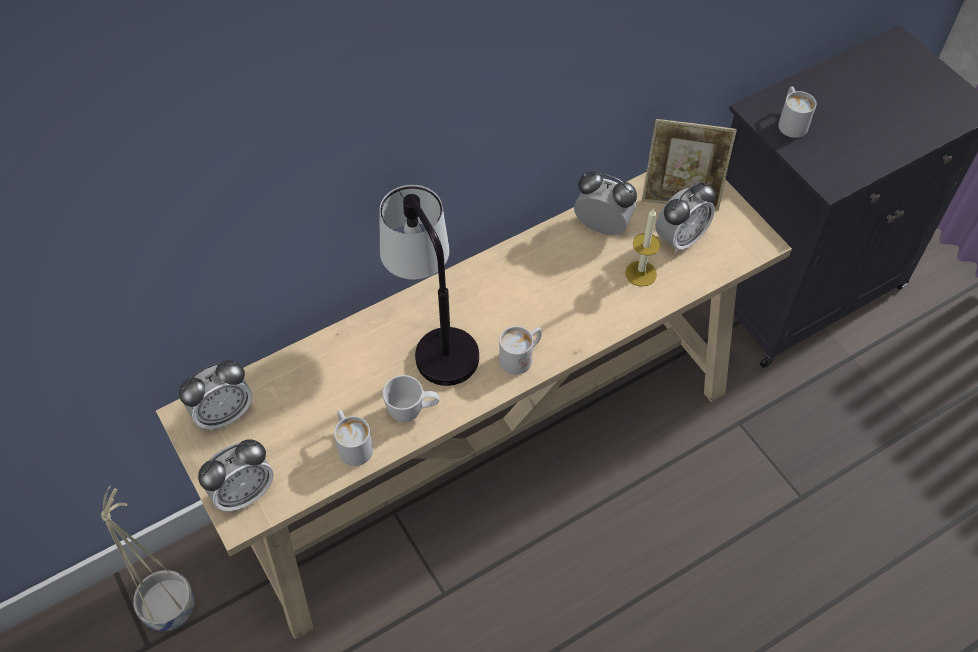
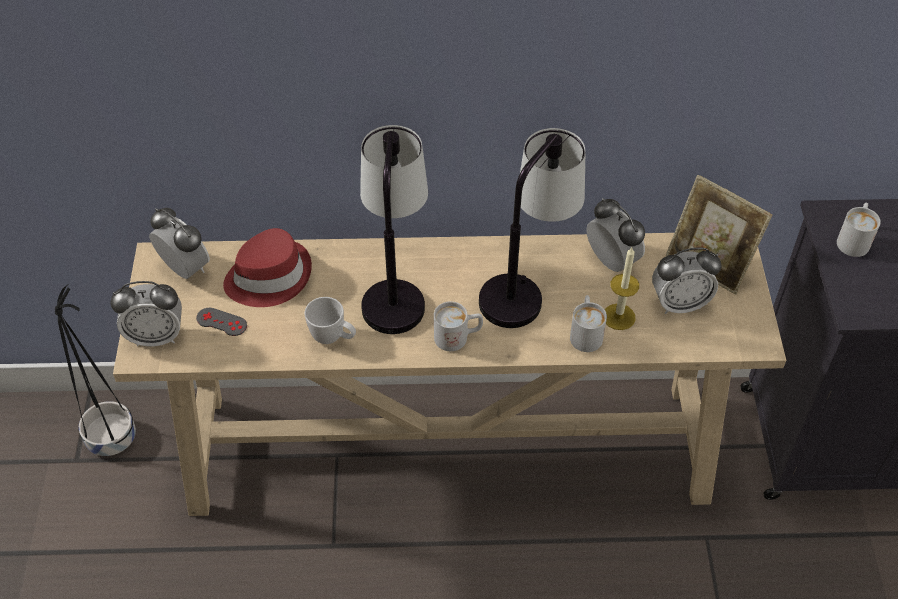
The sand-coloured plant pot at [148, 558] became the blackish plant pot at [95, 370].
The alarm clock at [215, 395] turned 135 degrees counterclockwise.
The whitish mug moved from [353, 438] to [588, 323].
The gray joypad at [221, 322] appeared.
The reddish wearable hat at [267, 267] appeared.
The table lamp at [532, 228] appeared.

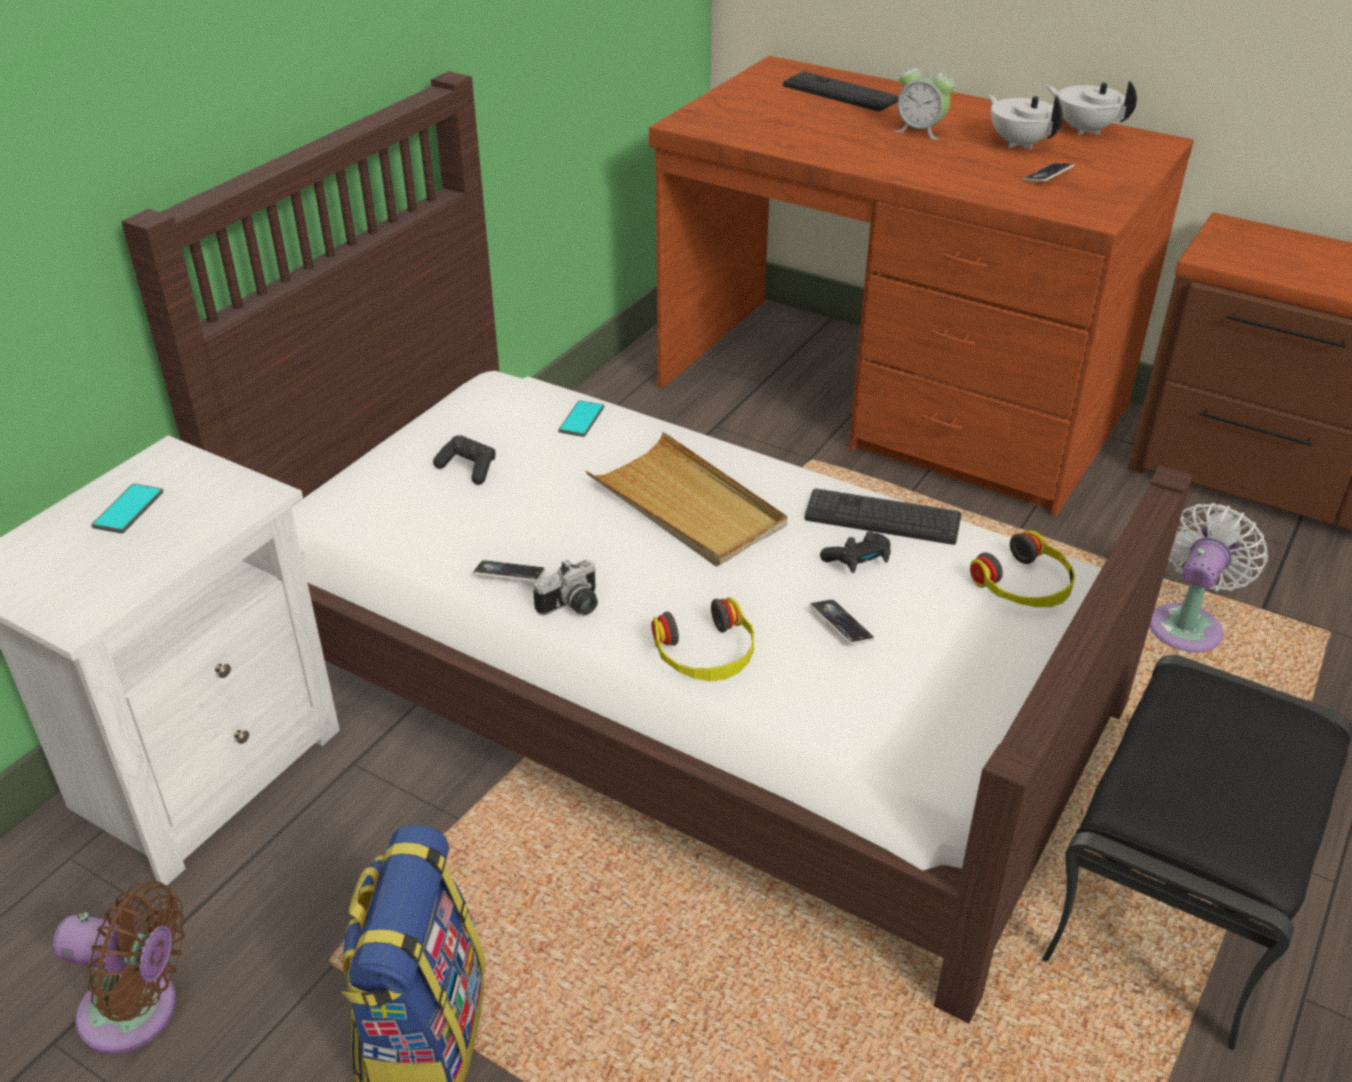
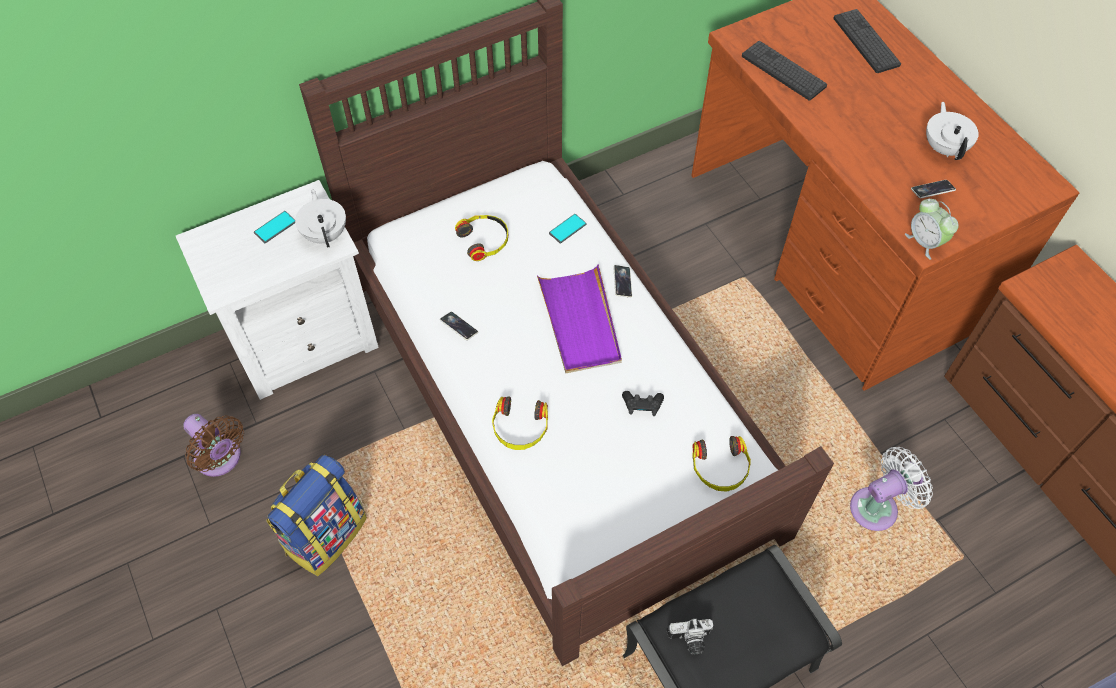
The blackish joypad at [464, 460] was replaced by the pair of headphones at [481, 238].
The still camera moved from [565, 587] to [690, 636].
The sand-coloured serving tray at [687, 499] became the purple-coloured serving tray at [579, 318].
The computer keyboard moved from [883, 516] to [784, 71].
The telephone moved from [841, 622] to [622, 281].
The alarm clock moved from [924, 100] to [932, 229].
The whitish tea pot moved from [1091, 108] to [320, 219].

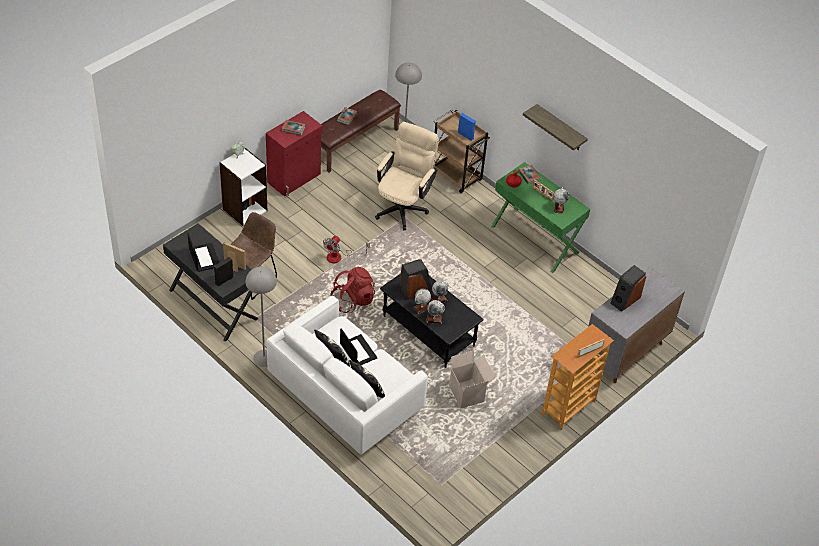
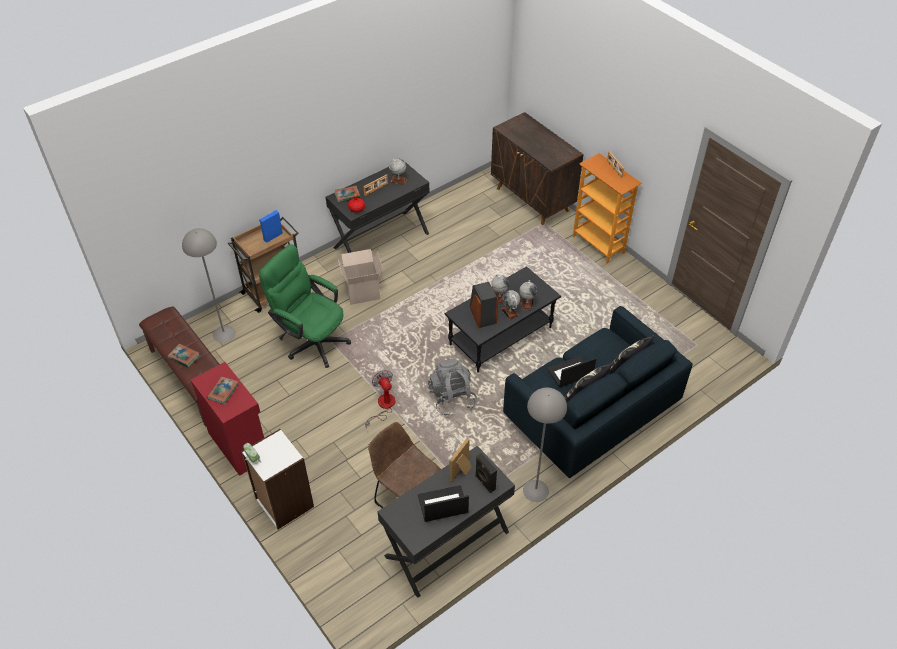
The whitish sofa at [347, 375] became the blue sofa at [598, 392].
The electric fan at [346, 249] turned 150 degrees counterclockwise.
The reddish backpack at [352, 290] became the gray backpack at [452, 387].
The sand-coloured office chair at [407, 176] became the green office chair at [305, 306].
The cardboard box moved from [472, 379] to [360, 277].
The green desk unit at [540, 217] became the blackish desk unit at [378, 206].
The bracket shelf at [555, 127] disappeared.
The gray storage cabinet at [636, 325] became the brownish storage cabinet at [537, 168].
The loudspeaker at [628, 288] disappeared.

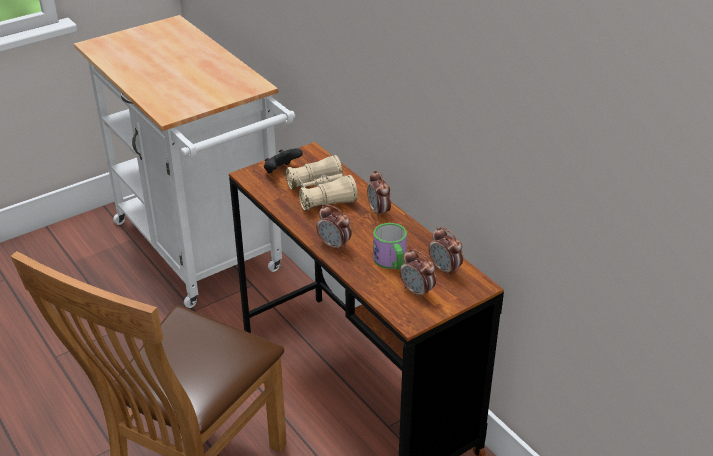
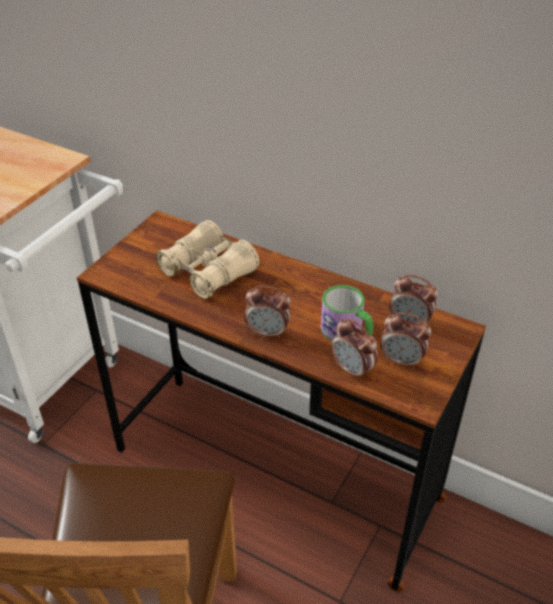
The blackish joypad at [283, 160] disappeared.
The alarm clock moved from [379, 194] to [354, 350].

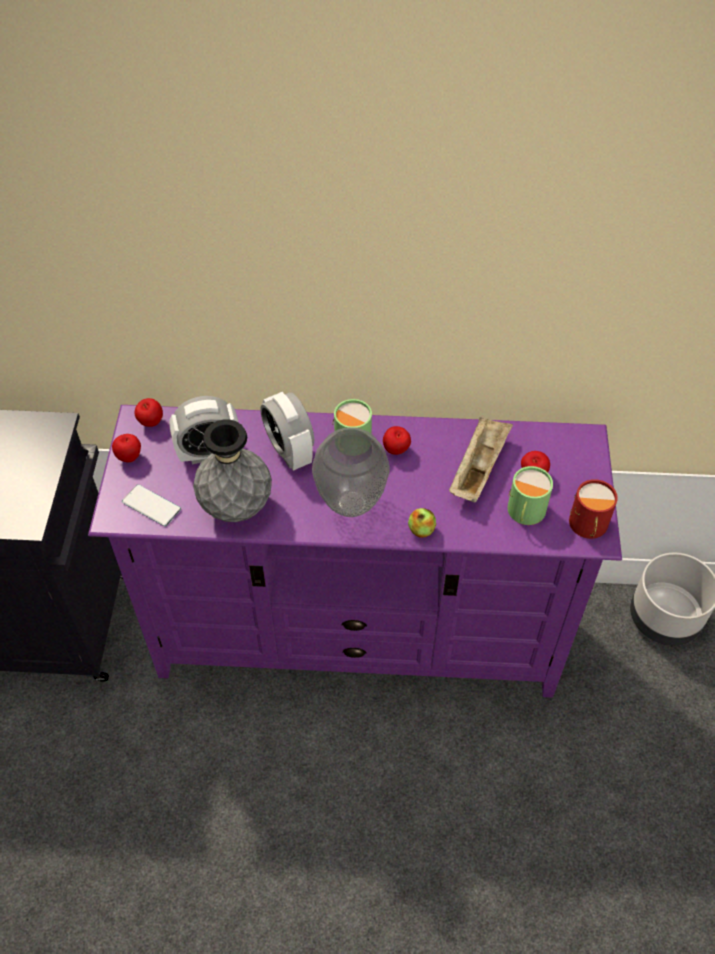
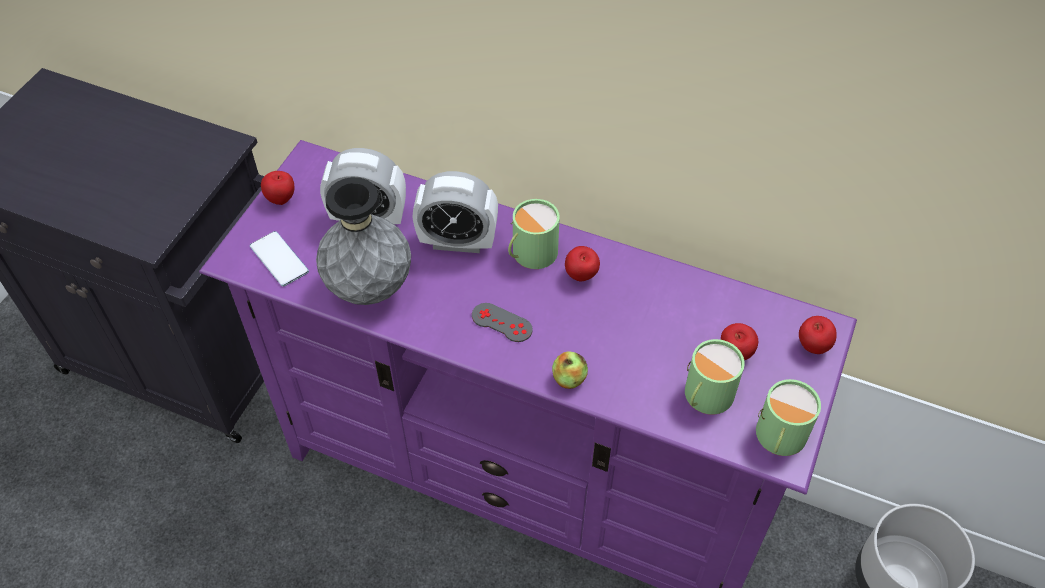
The apple fruit moved from [149, 412] to [818, 335].
The alarm clock at [287, 431] turned 75 degrees counterclockwise.
The decorative vase at [351, 472] was replaced by the gray joypad at [502, 322].
The sand-coloured serving tray at [481, 460] disappeared.
The reddish mug at [593, 509] became the green mug at [788, 417].

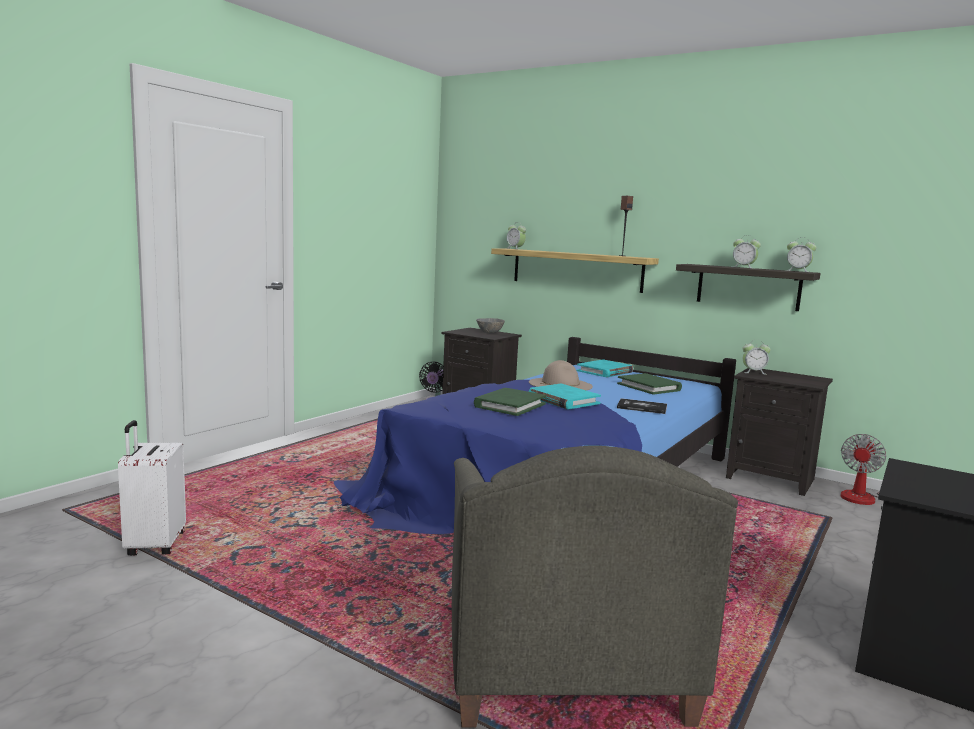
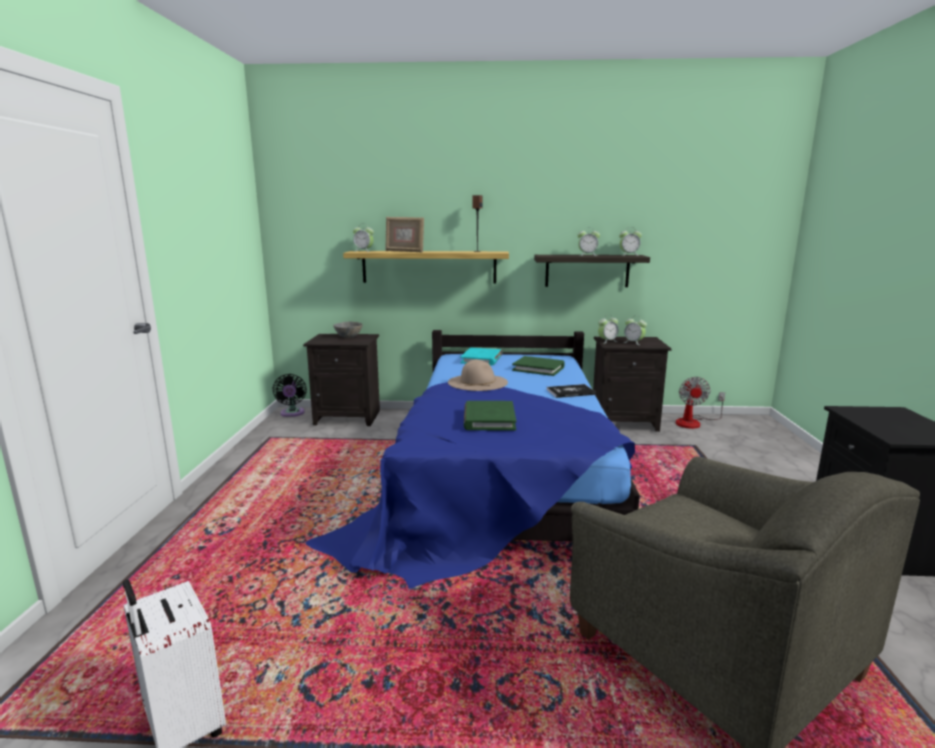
The turquoise-coloured bound book at [565, 396] disappeared.
The standing frame at [404, 234] appeared.
The alarm clock at [635, 330] appeared.

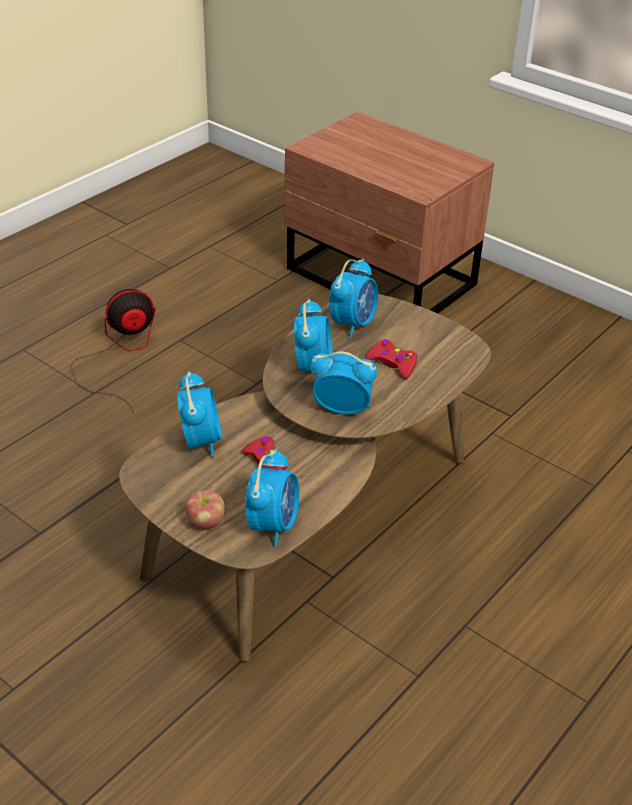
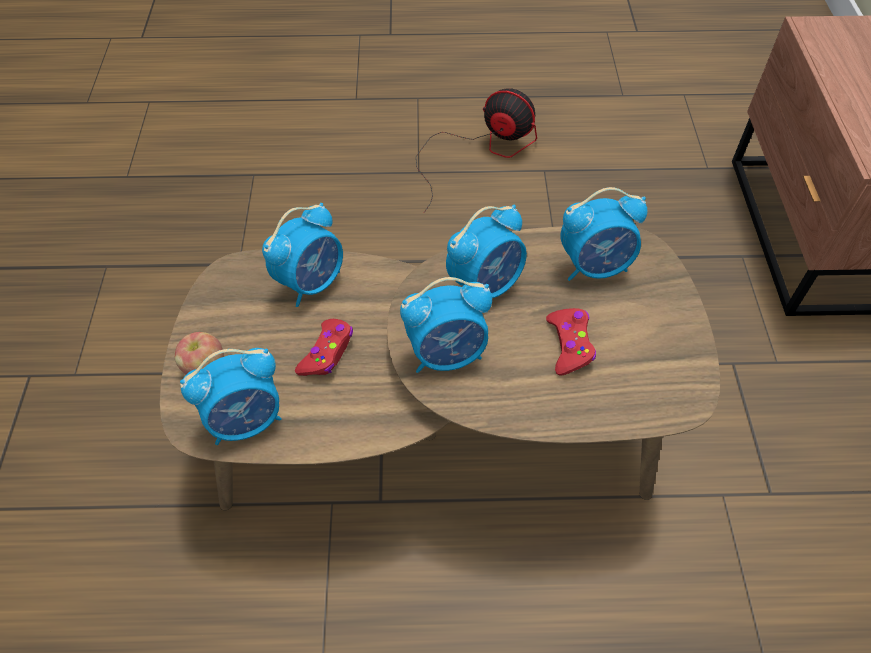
The alarm clock at [343, 383] turned 105 degrees clockwise.

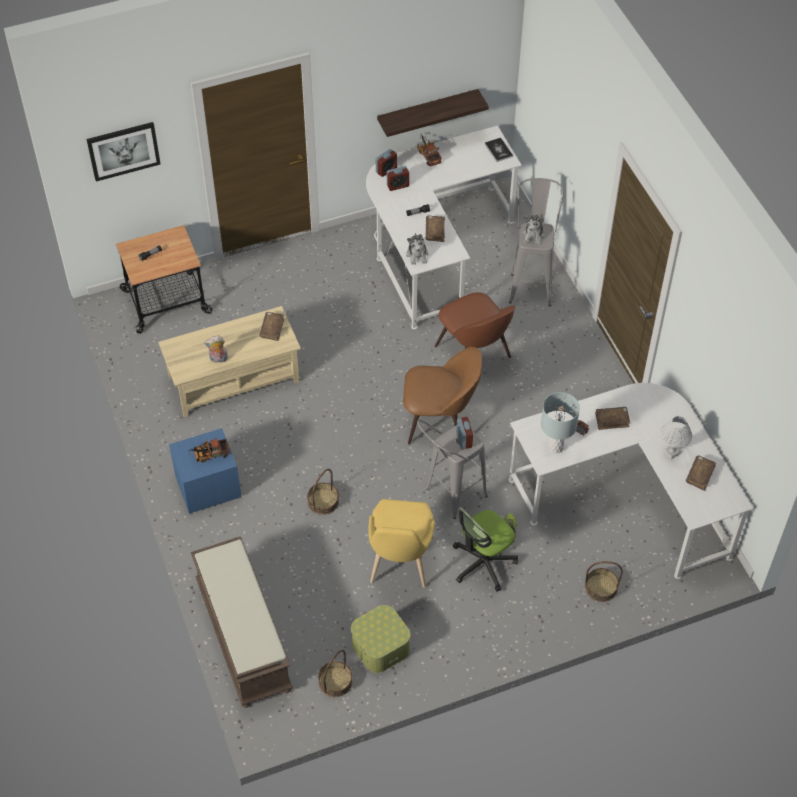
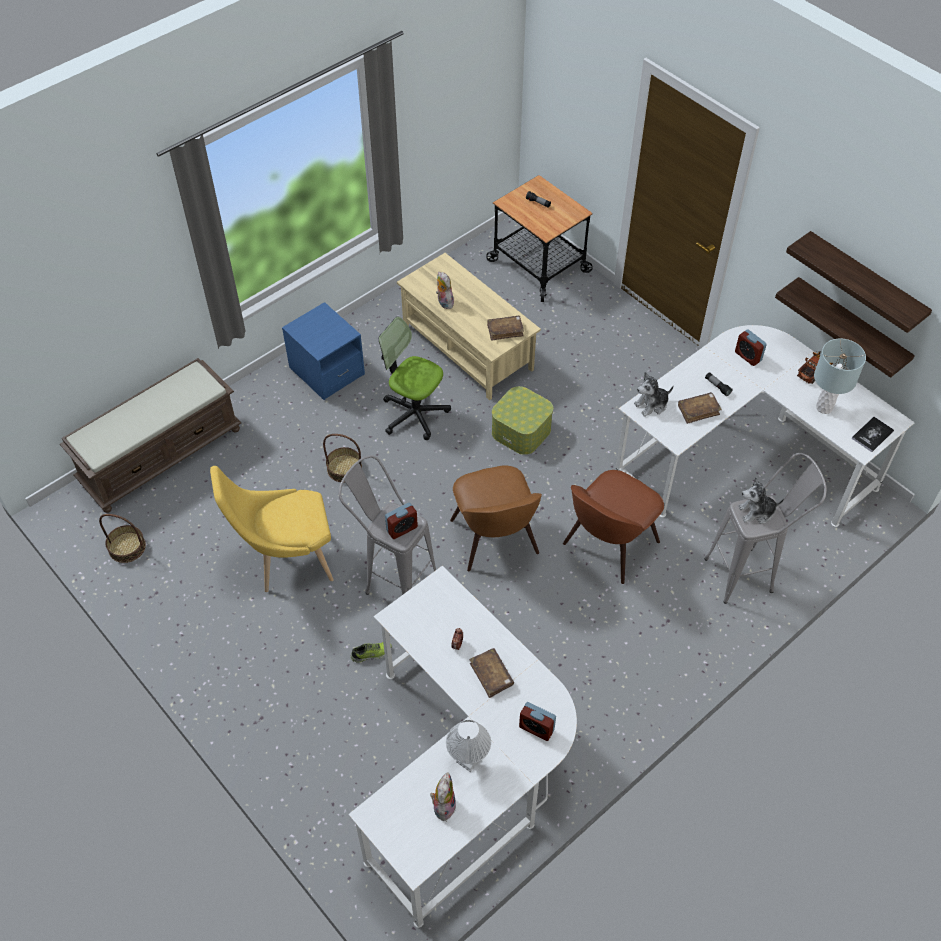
The picture at [124, 152] disappeared.
The toy truck at [209, 450] disappeared.
The storage container moved from [380, 639] to [522, 420].
The alarm clock moved from [386, 163] to [537, 721].
The office chair moved from [485, 549] to [415, 378].
The gray table lamp moved from [560, 422] to [840, 376].
The basket at [604, 581] disappeared.
The brownish bound book at [701, 473] was replaced by the plush toy at [443, 796].
The bracket shelf at [859, 282] appeared.

